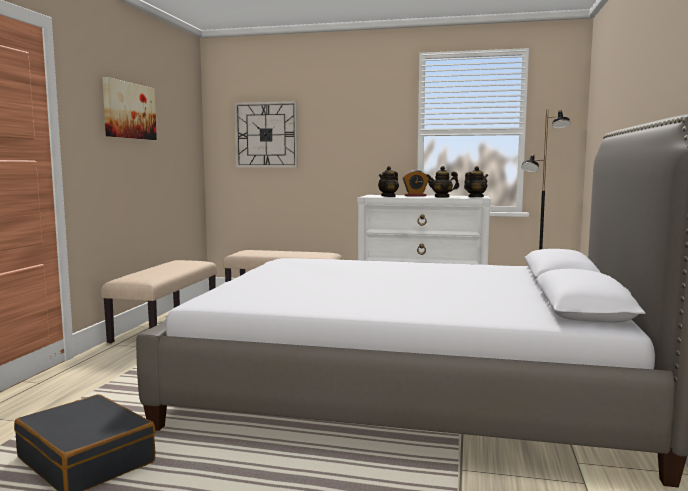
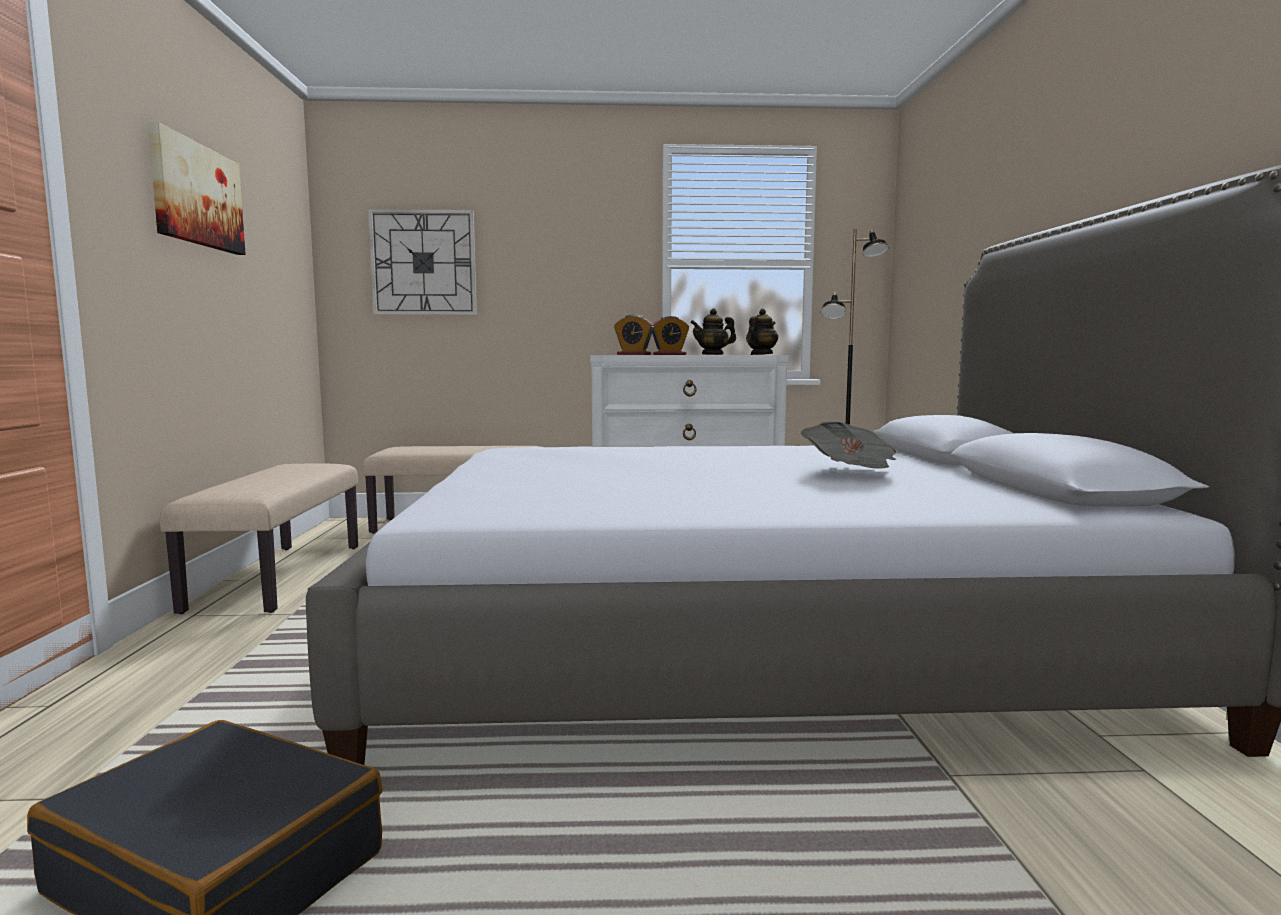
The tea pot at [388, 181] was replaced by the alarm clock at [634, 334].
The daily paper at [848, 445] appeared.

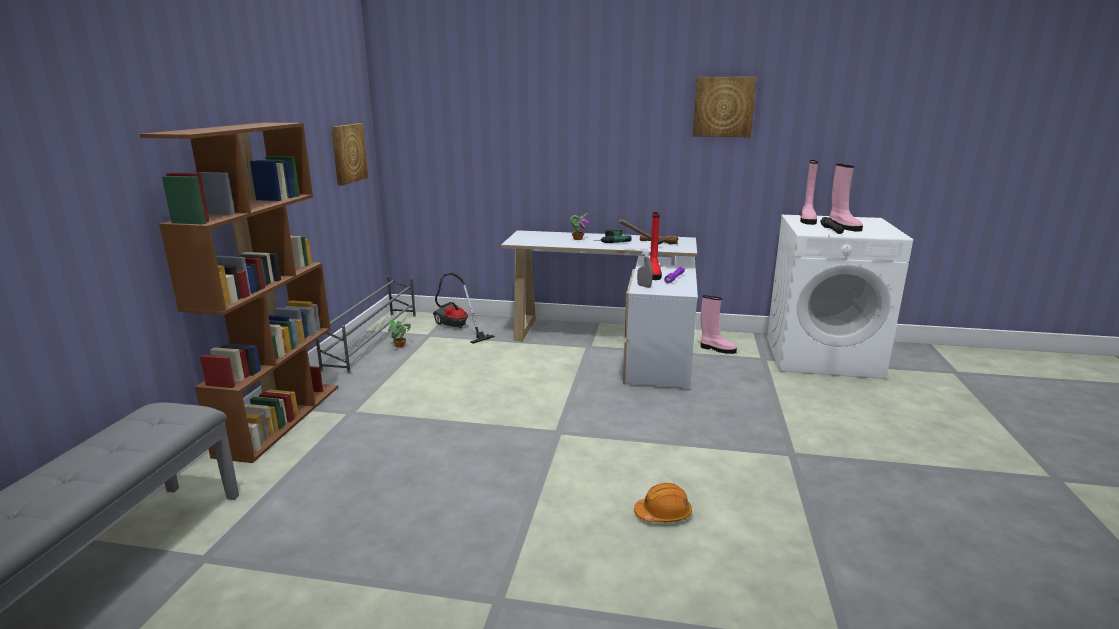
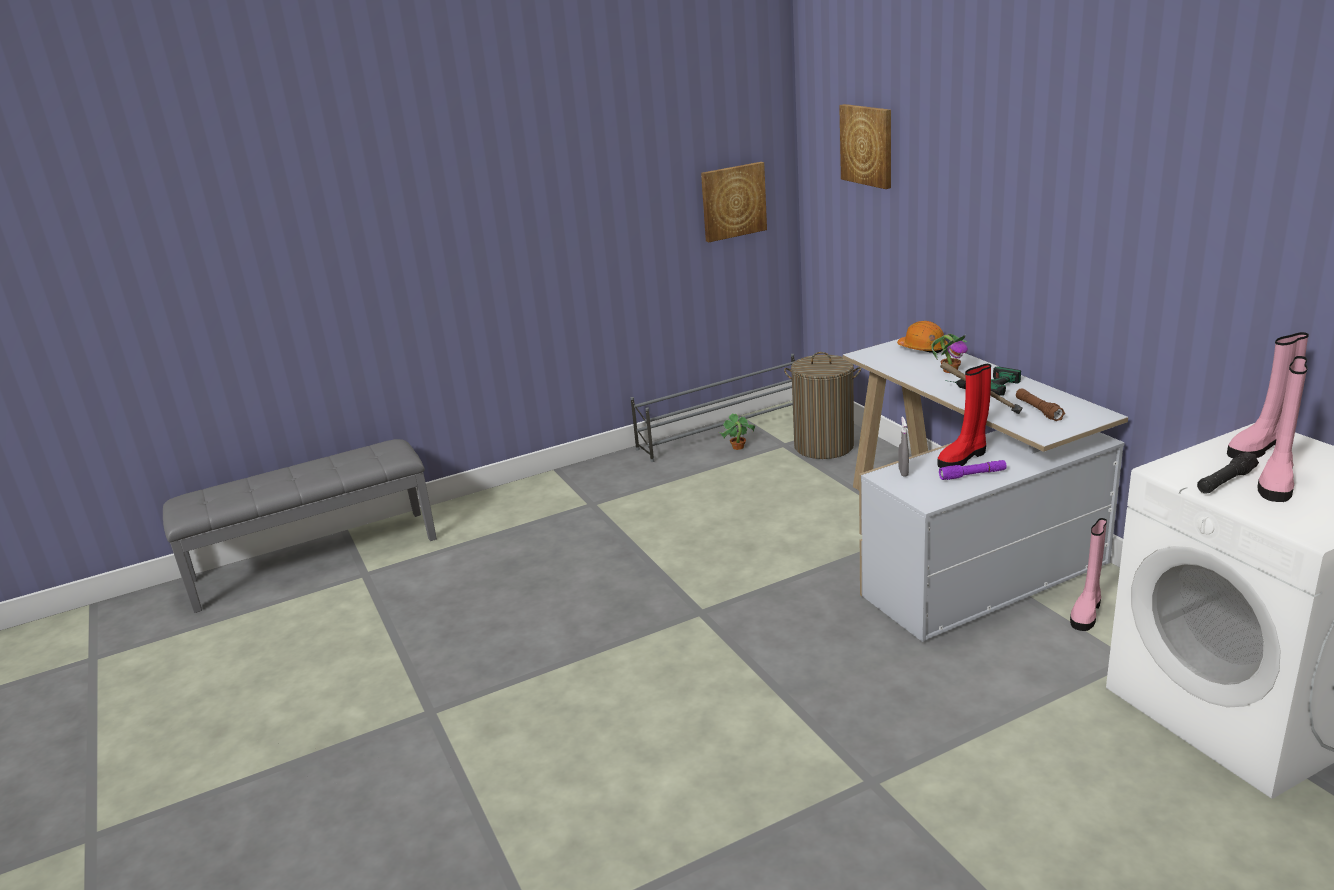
The brownish bookcase at [239, 292] disappeared.
The vacuum cleaner at [464, 308] was replaced by the washing basket at [822, 405].
The orange hard hat moved from [663, 502] to [922, 337].
The picture moved from [725, 107] to [865, 146].
The pink tall boot at [719, 324] turned 45 degrees clockwise.

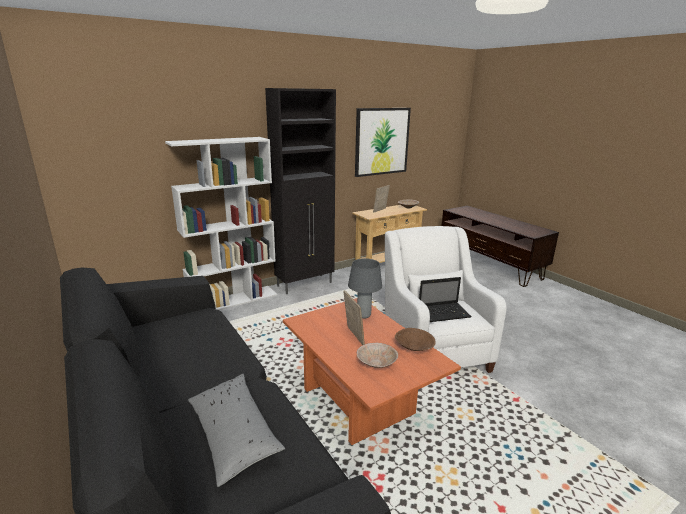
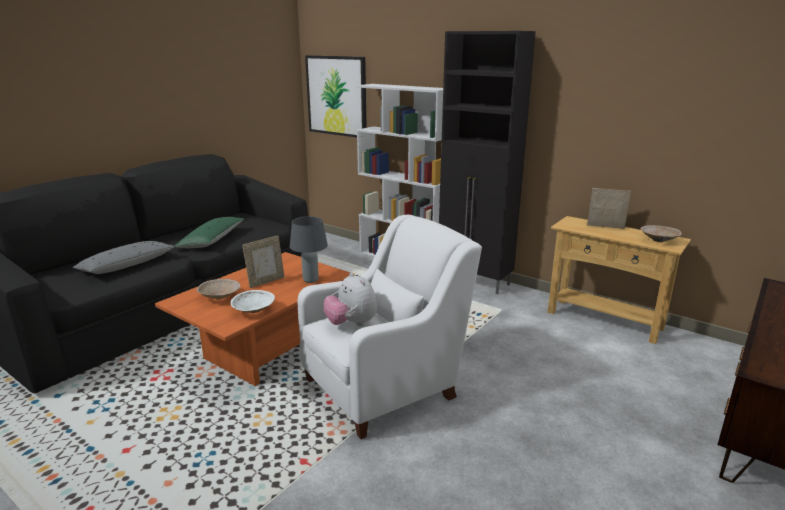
The picture moved from [383, 142] to [336, 96].
The brownish serving bowl at [415, 339] became the whitish serving bowl at [252, 301].
The laptop at [445, 299] was replaced by the plush toy at [350, 299].
The green pillow at [209, 232] appeared.

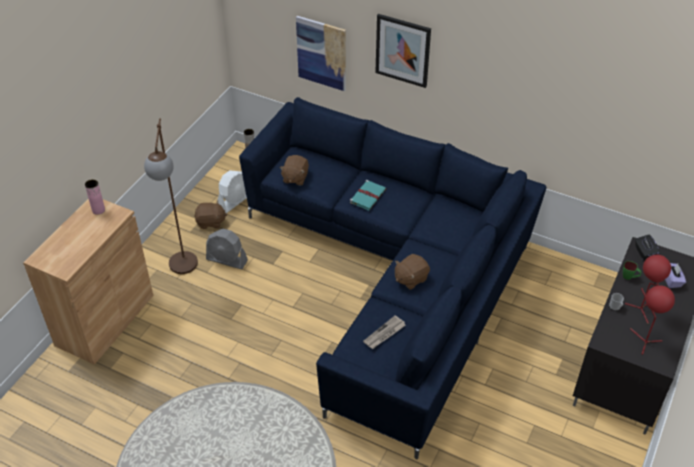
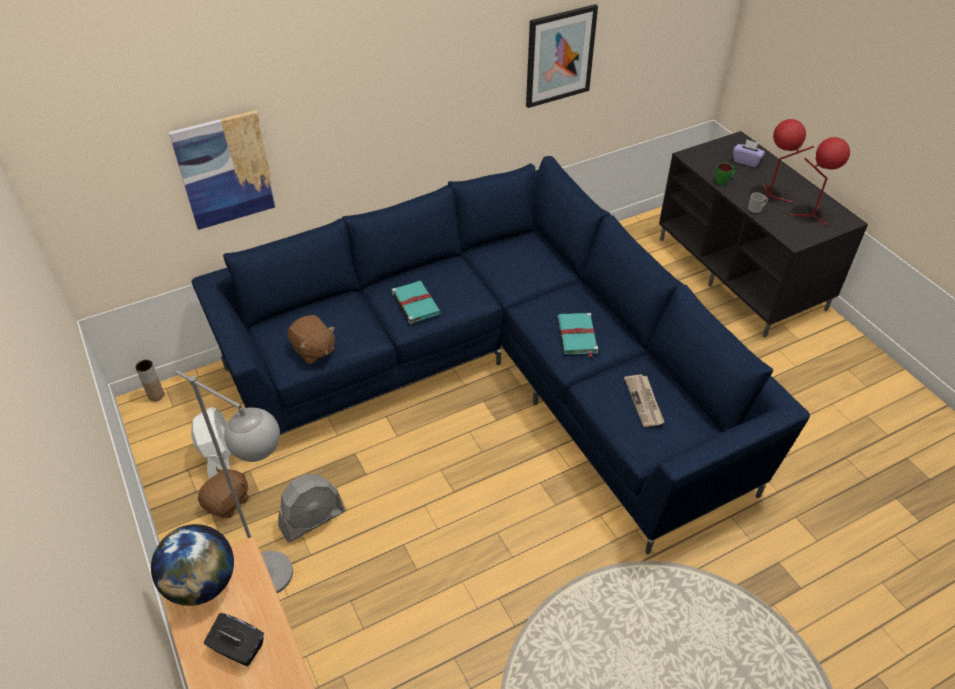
The pink decorative vase at [95, 197] was replaced by the world globe at [192, 565].
The brownish floor lamp at [171, 196] became the gray floor lamp at [234, 481].
The picture moved from [403, 51] to [562, 56].
The brownish plush toy at [412, 272] was replaced by the turquoise-coloured bound book at [577, 335].
The blackish tissue holder moved from [647, 248] to [234, 639].

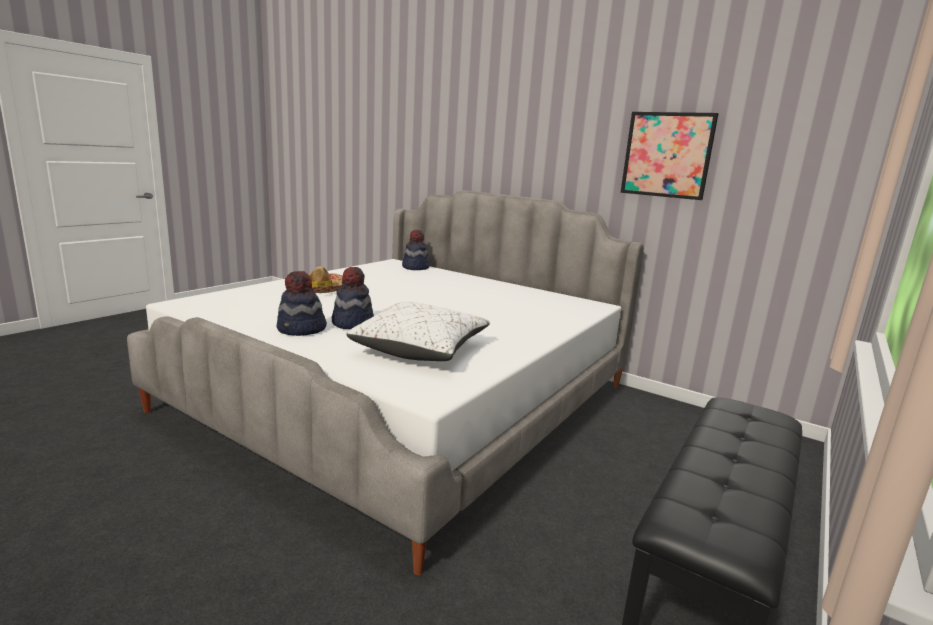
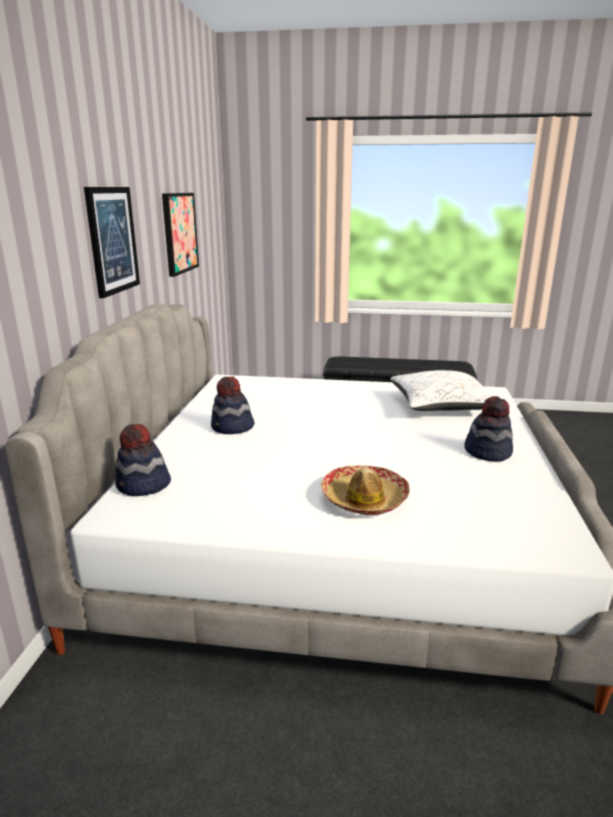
The wearable hat moved from [353, 298] to [232, 405].
The picture at [112, 242] appeared.

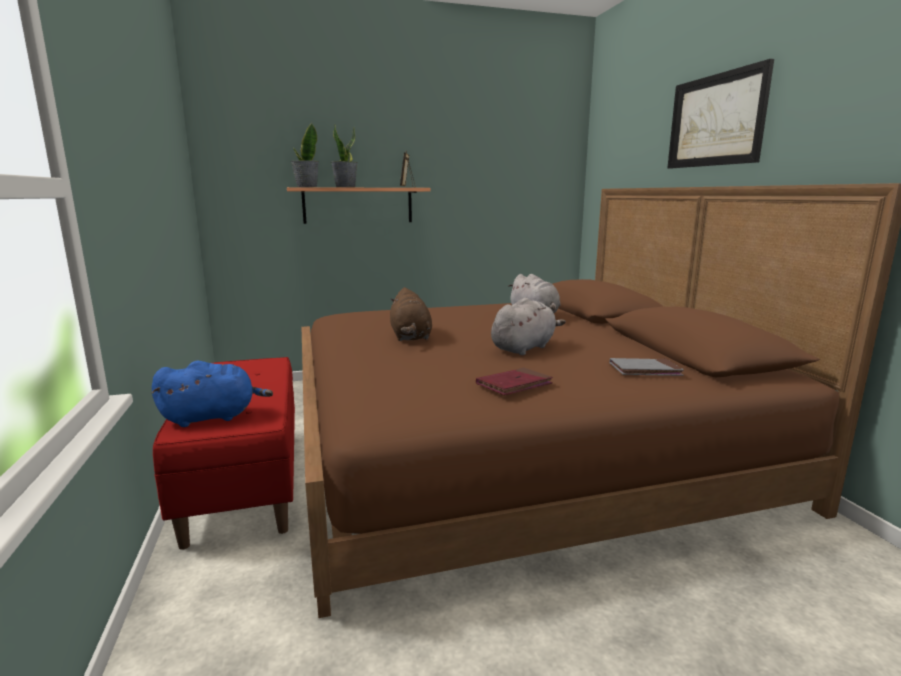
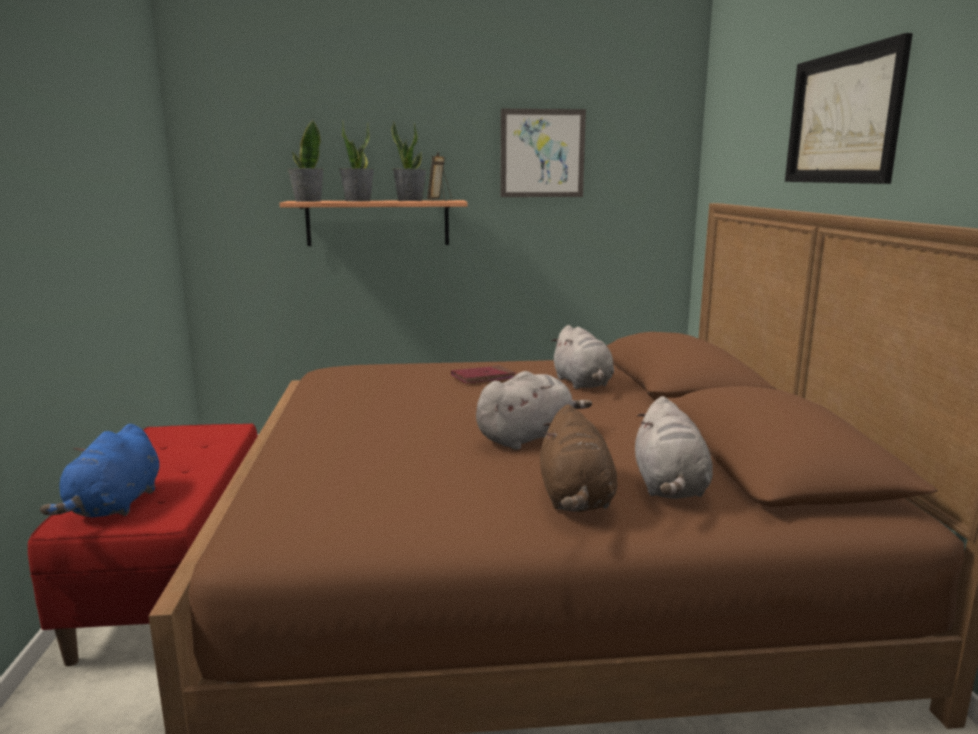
The blue plush toy at [212, 394] turned 105 degrees clockwise.
The brownish plush toy moved from [411, 314] to [578, 458].
The reddish bound book moved from [514, 381] to [483, 374].
The gray bound book at [646, 367] was replaced by the gray plush toy at [674, 447].
The plant in a pot at [409, 161] appeared.
The picture at [543, 153] appeared.

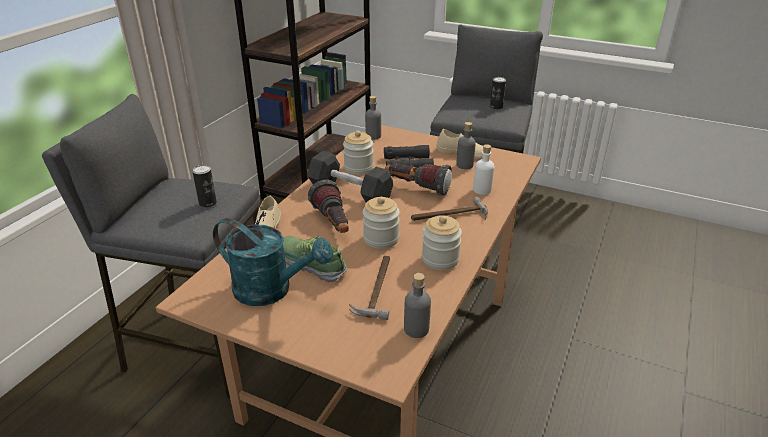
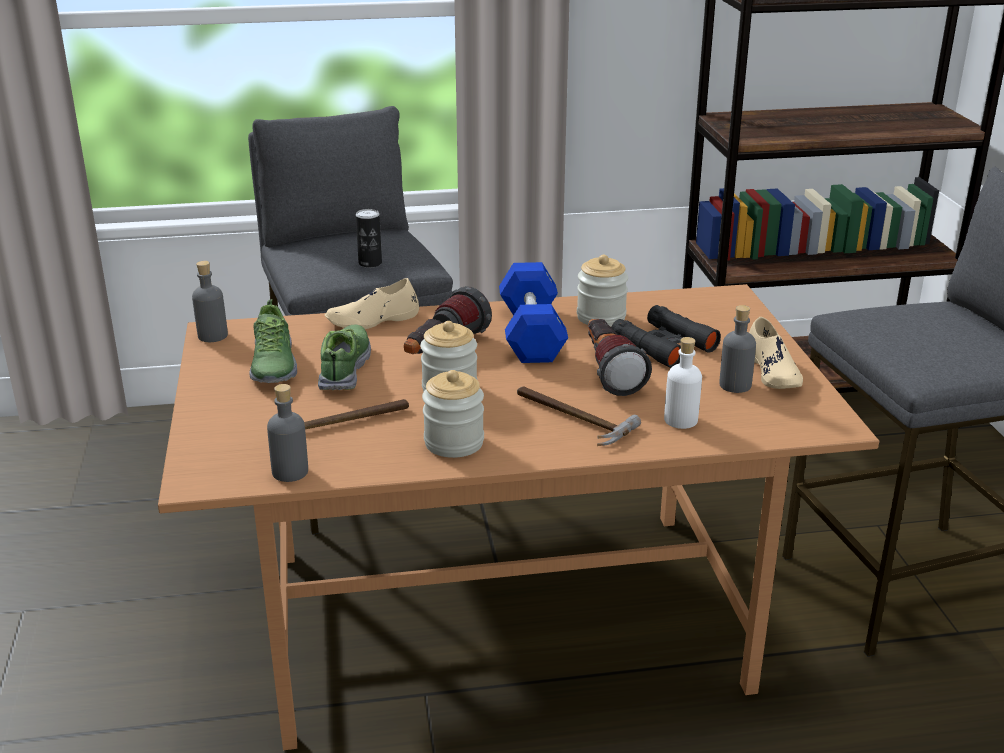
The turquoise-coloured watering can at [273, 262] was replaced by the low shoe at [273, 341].
The blackish hand weight at [350, 176] became the blue hand weight at [533, 312].
The gray beverage bottle moved from [373, 118] to [210, 301].
The metal can at [498, 93] disappeared.

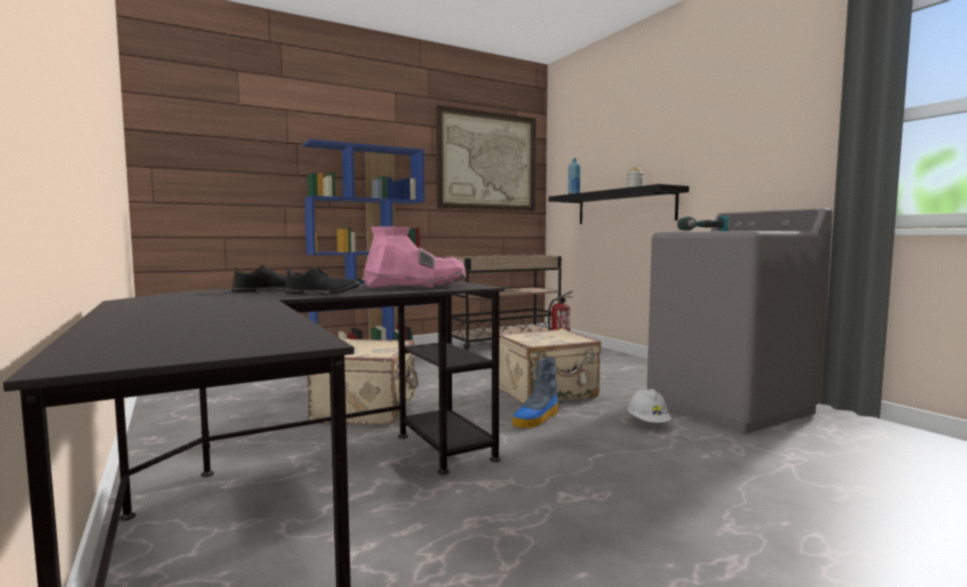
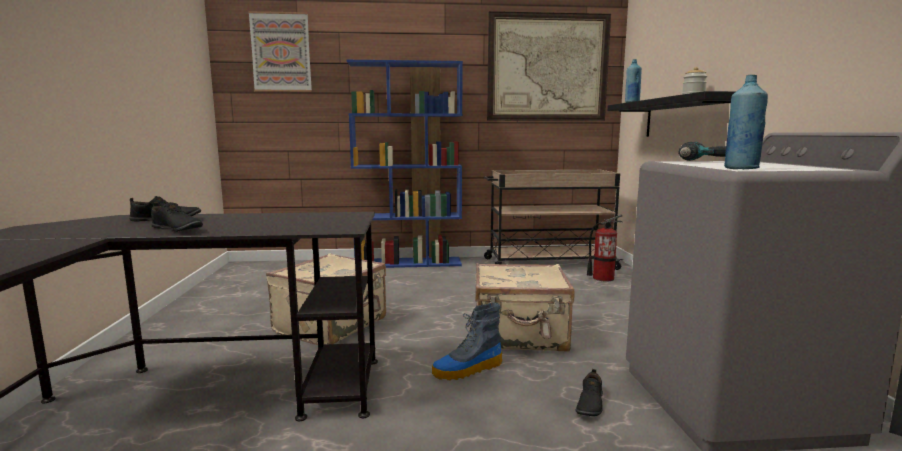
The pink tall boot at [414, 258] disappeared.
The whitish hard hat at [650, 406] was replaced by the blackish low shoe at [589, 392].
The picture at [280, 51] appeared.
The blue beverage bottle at [746, 122] appeared.

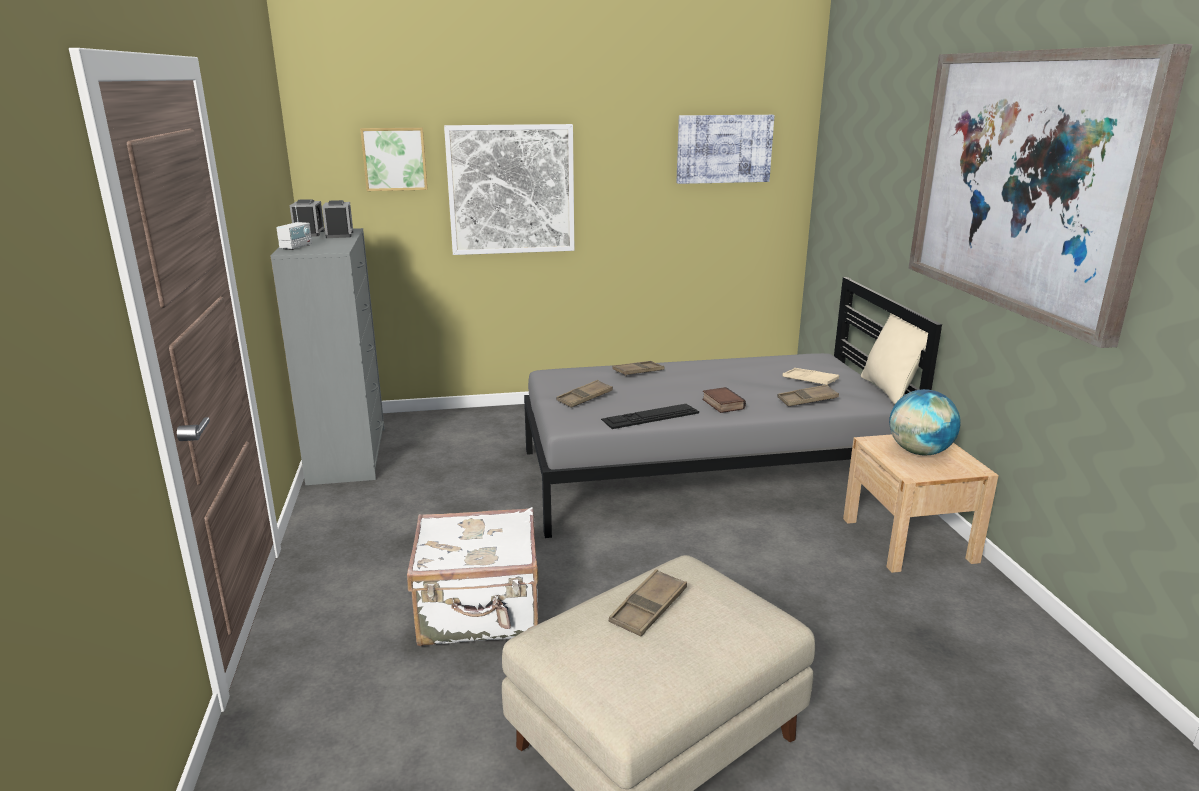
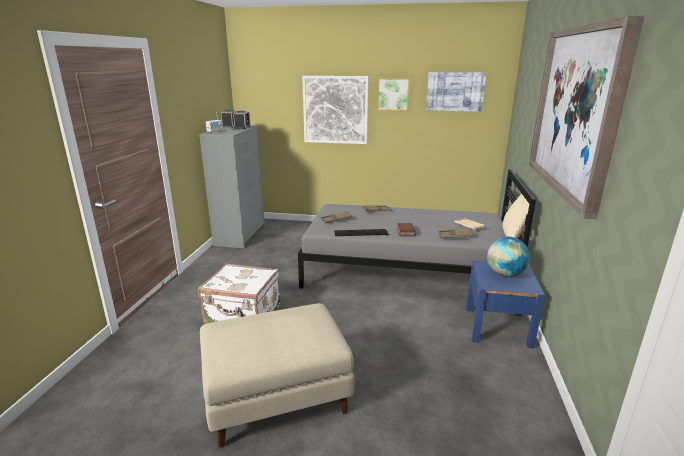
The picture moved from [393, 159] to [393, 94].
The brownish serving tray at [648, 603] disappeared.
The sand-coloured bedside table at [921, 503] became the blue bedside table at [505, 305].

